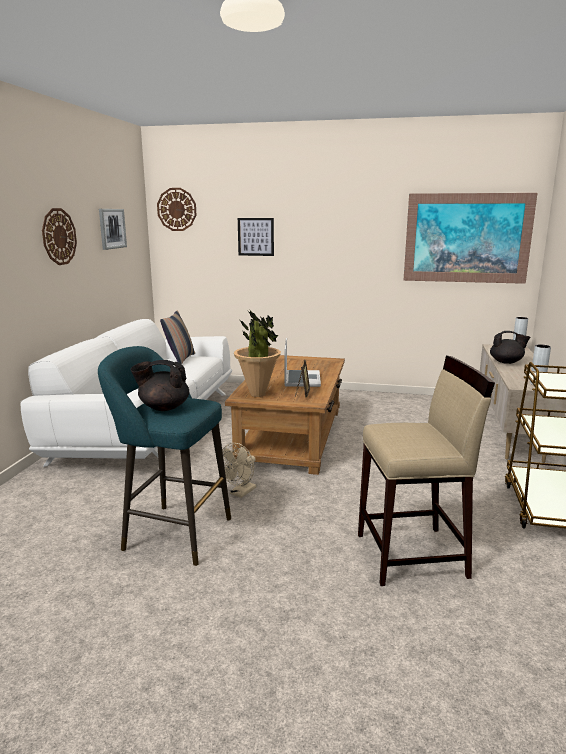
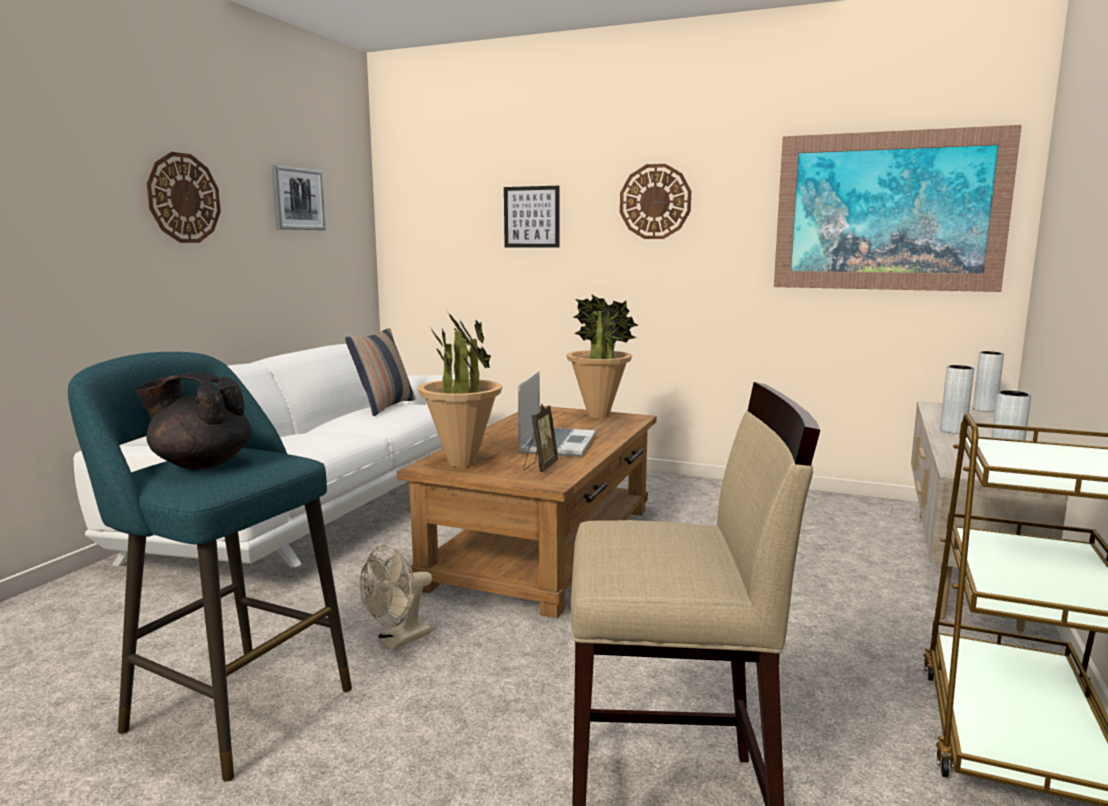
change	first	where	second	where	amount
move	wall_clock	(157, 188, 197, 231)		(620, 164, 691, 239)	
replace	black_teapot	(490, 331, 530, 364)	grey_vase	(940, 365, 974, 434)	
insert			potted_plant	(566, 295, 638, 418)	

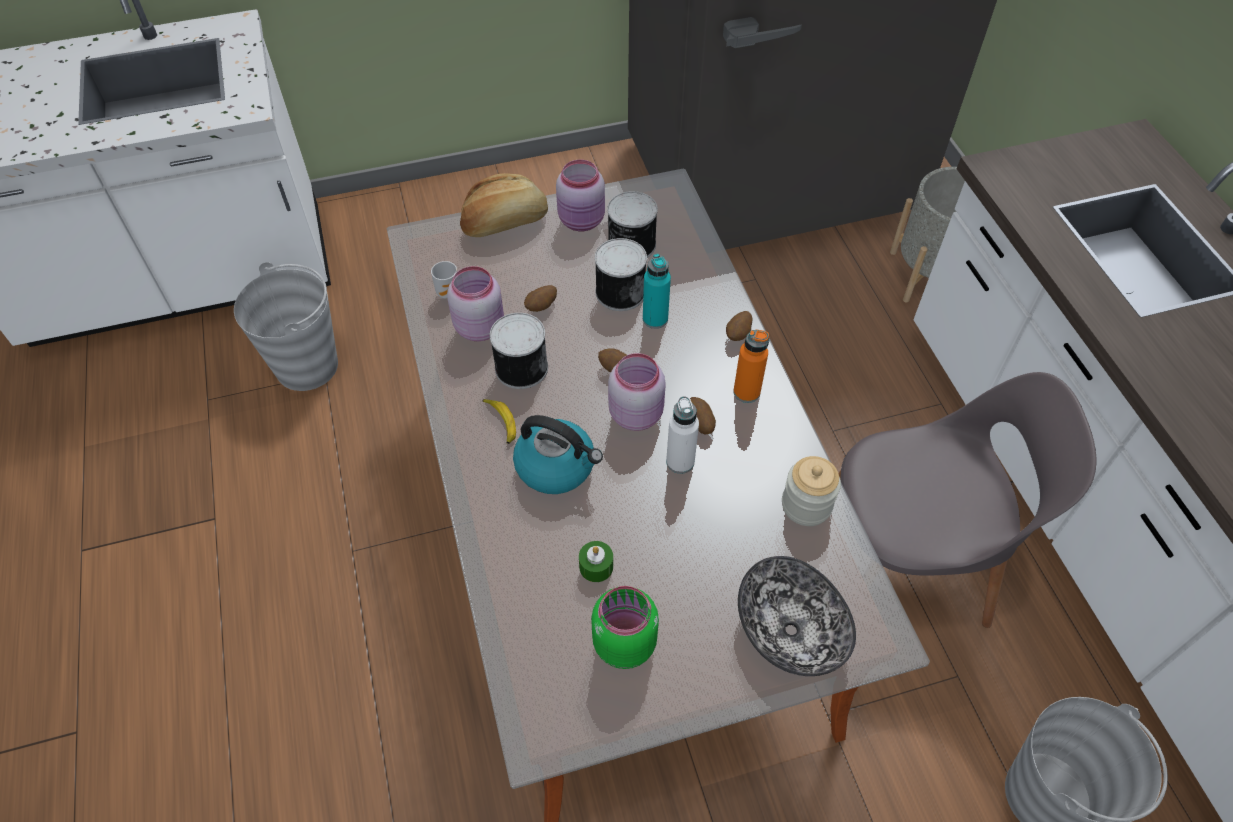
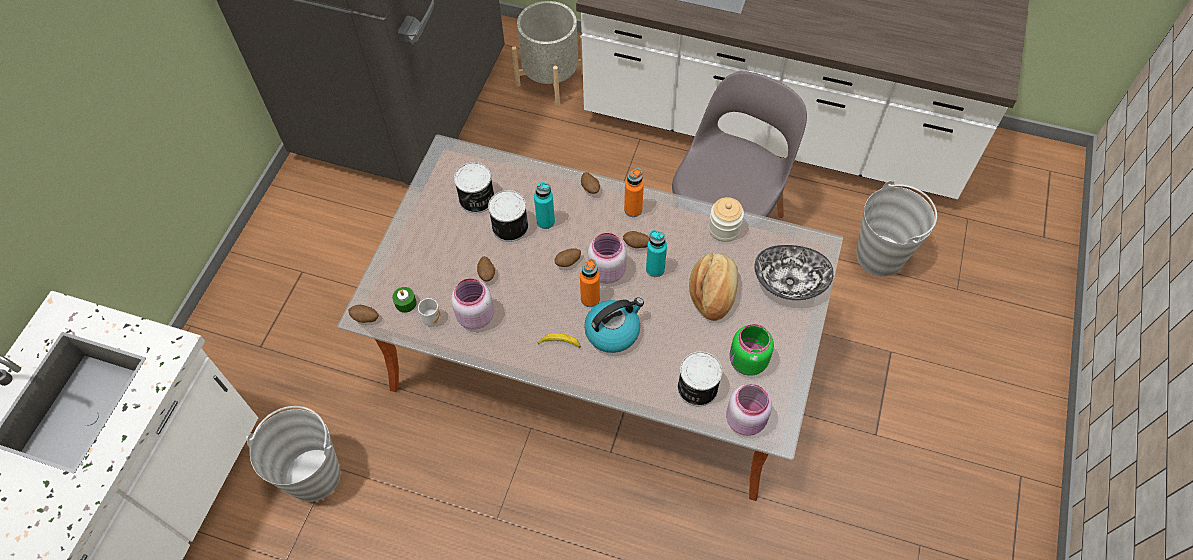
change	first	where	second	where	amount
move	pink_jar	(556, 160, 605, 231)		(726, 384, 772, 436)	
move	bread	(460, 173, 548, 237)		(689, 253, 738, 321)	
move	can	(490, 313, 548, 389)		(678, 352, 722, 407)	
recolor	white_bottle	(666, 396, 699, 474)	turquoise_bottle	(646, 230, 667, 277)	
move	green_candle	(579, 541, 613, 582)		(392, 287, 417, 313)	
insert			orange_bottle	(580, 259, 600, 307)	
insert			potato	(348, 305, 379, 323)	

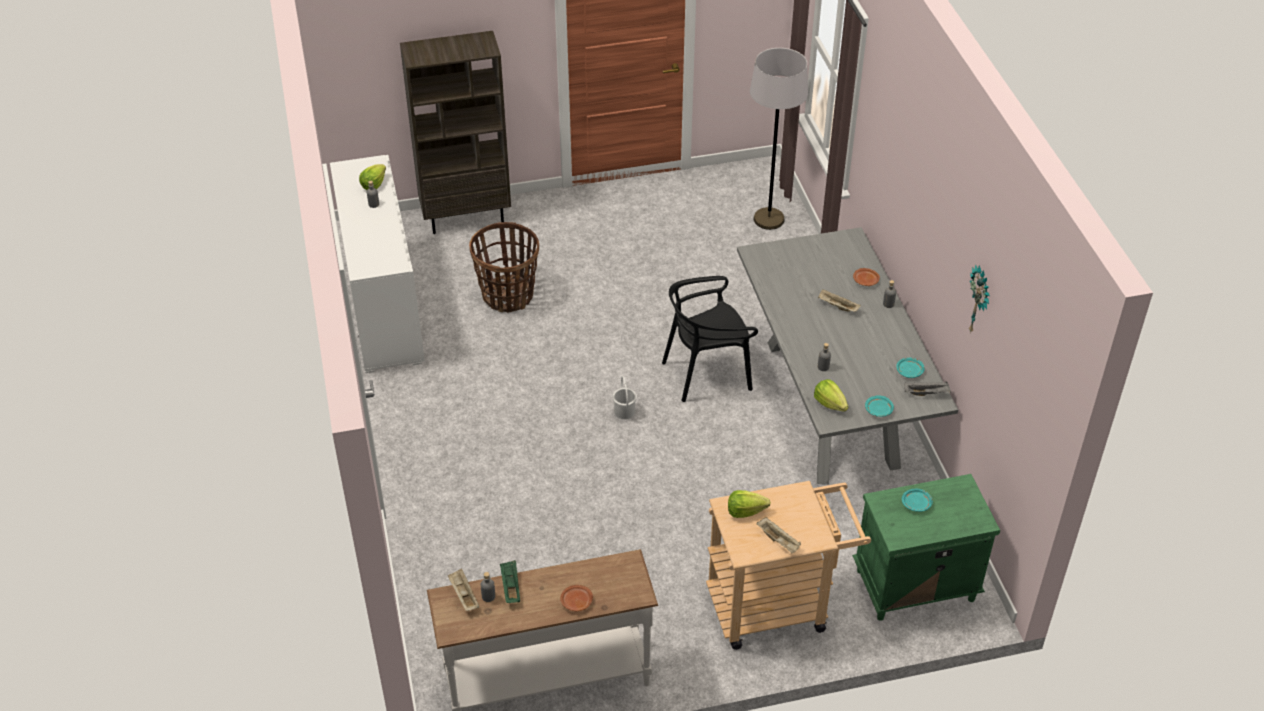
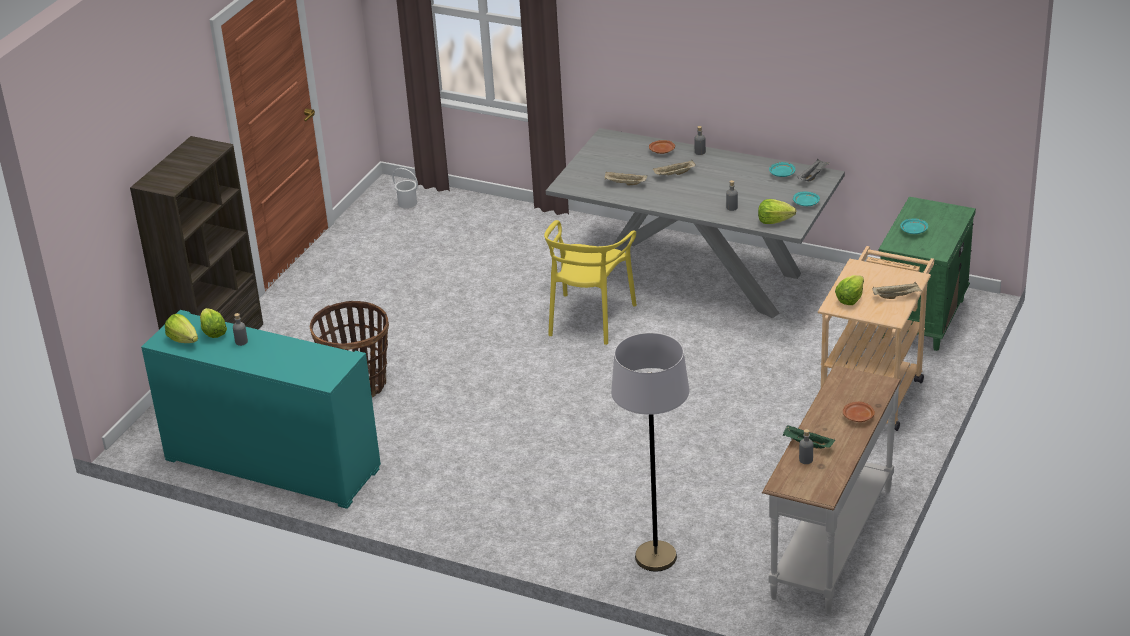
change	first	where	second	where	amount
move	grey_floor_lamp	(750, 48, 808, 230)		(611, 332, 689, 571)	
recolor	white_cabinet	(330, 155, 425, 373)	turquoise_cabinet	(141, 310, 381, 509)	
delete	wall_clock	(969, 264, 990, 333)			
recolor	black_chair	(662, 276, 758, 402)	yellow_chair	(544, 220, 637, 345)	
move	white_bucket	(612, 376, 637, 419)		(392, 168, 418, 208)	
move	beige_tray	(448, 569, 479, 611)		(605, 172, 647, 185)	
insert			lettuce	(165, 314, 198, 343)	

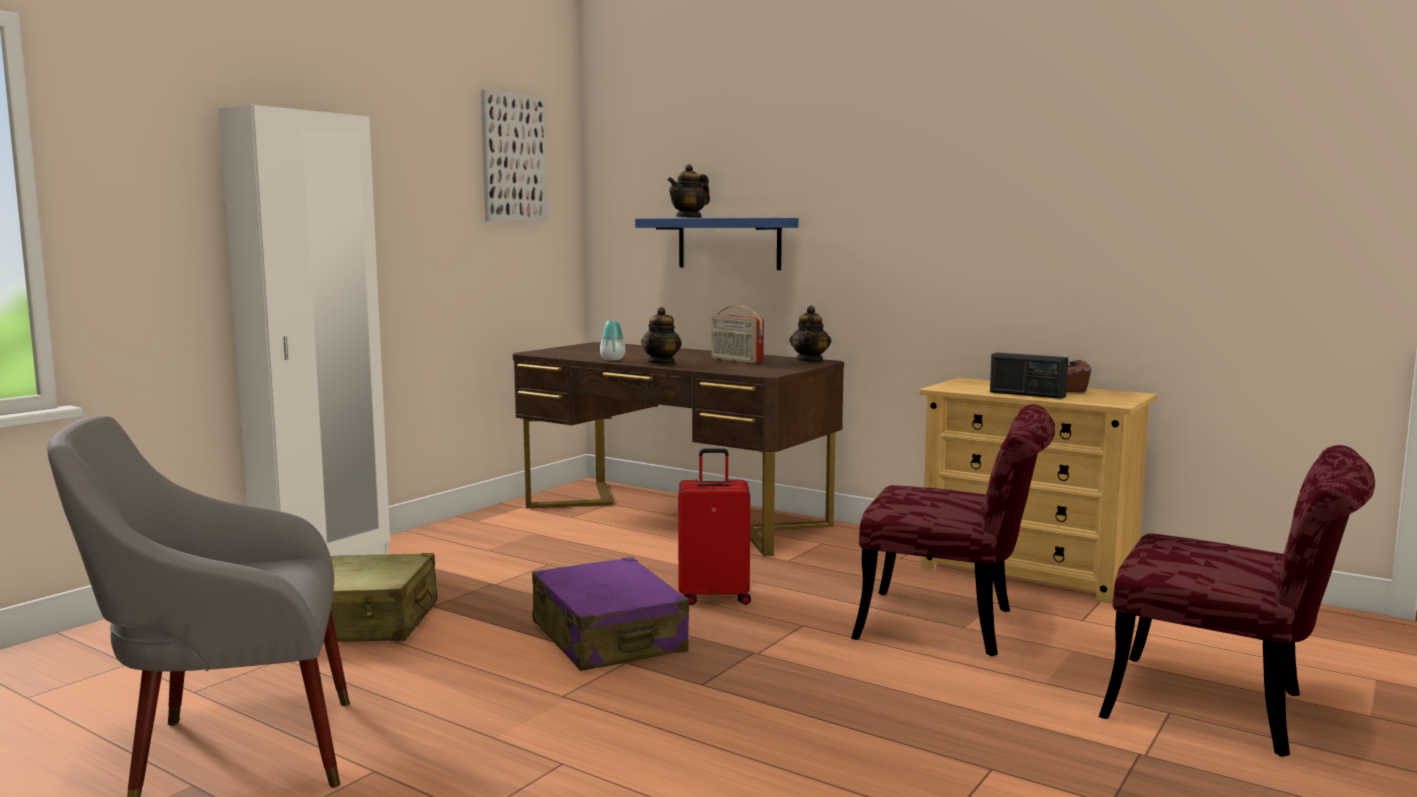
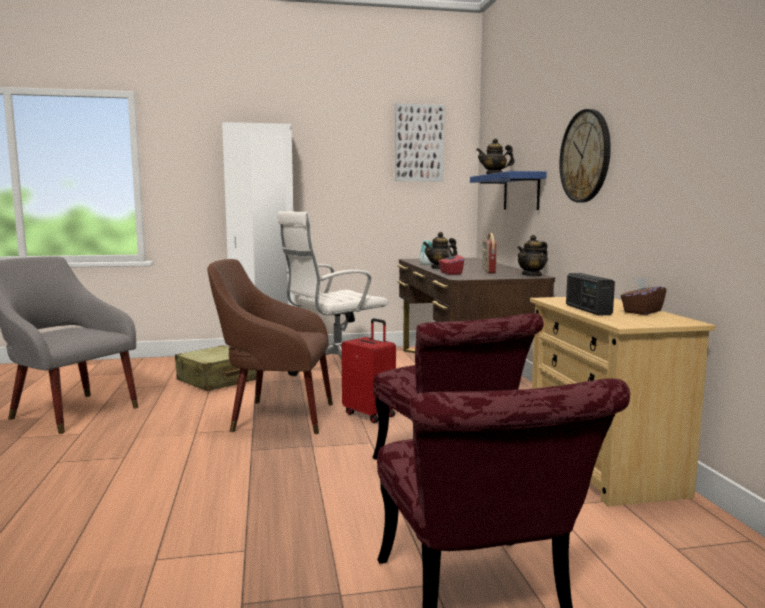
change	first	where	second	where	amount
replace	purple_suitcase	(532, 557, 689, 671)	brown_armchair	(207, 259, 333, 434)	
insert			wall_clock	(559, 109, 611, 203)	
insert			white_office_chair	(277, 211, 388, 376)	
insert			red_tissue_box	(438, 250, 464, 275)	

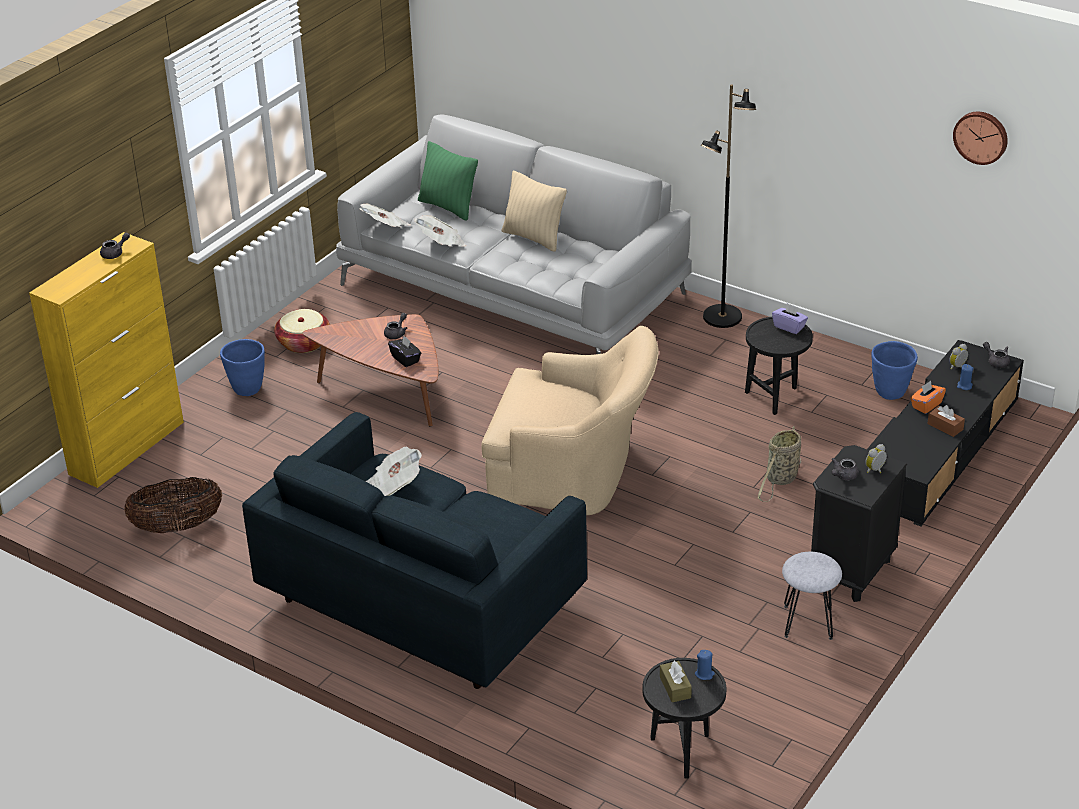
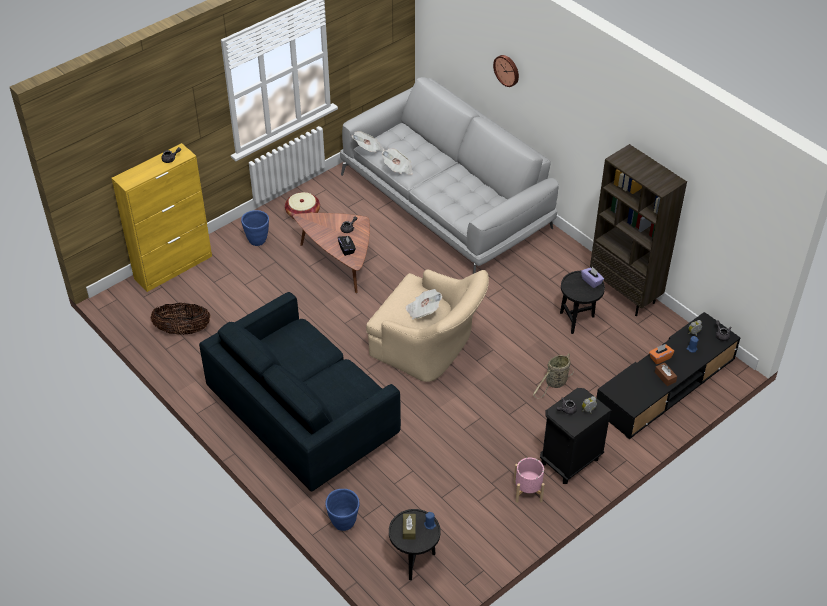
change	first	where	second	where	amount
delete	black_floor_lamp	(701, 84, 756, 328)			
move	wall_clock	(953, 112, 1008, 165)		(493, 55, 519, 87)	
delete	green_pillow	(418, 141, 478, 221)			
delete	beige_pillow	(502, 171, 567, 252)			
move	blue_planter	(871, 341, 918, 400)		(325, 489, 360, 531)	
move	newspaper	(366, 446, 422, 496)		(405, 289, 442, 319)	
replace	grey_stool	(782, 552, 842, 640)	pink_planter	(514, 458, 545, 503)	
insert			brown_bookcase	(590, 144, 687, 316)	

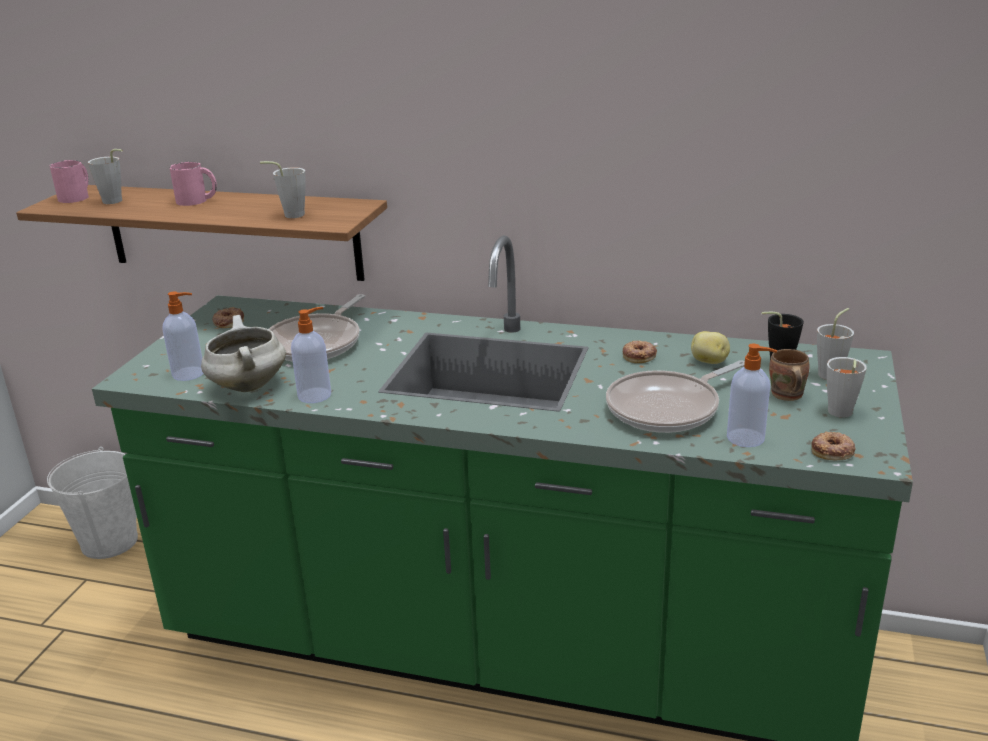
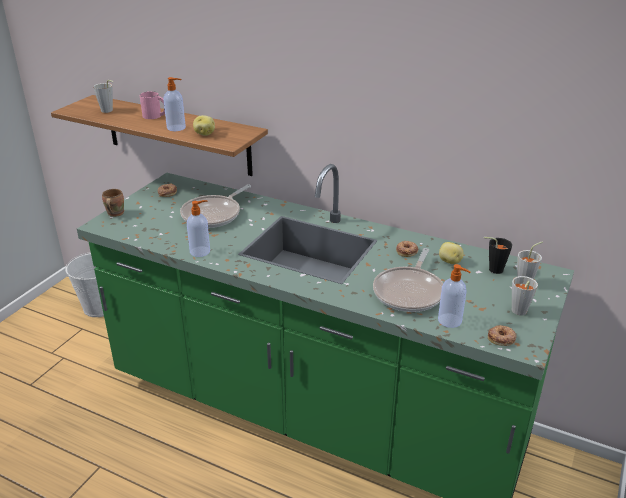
change	first	where	second	where	amount
delete	pink_mug	(50, 160, 89, 203)			
replace	grey_cup	(260, 161, 306, 218)	potato	(193, 115, 215, 136)	
move	soap_dispenser	(162, 291, 204, 381)		(163, 77, 186, 131)	
delete	white_cooking_pot	(201, 315, 286, 392)			
move	brown_mug	(769, 349, 809, 401)		(102, 189, 124, 217)	
rotate	frying_pan	(606, 360, 745, 433)		(373, 248, 443, 312)	45 degrees counterclockwise

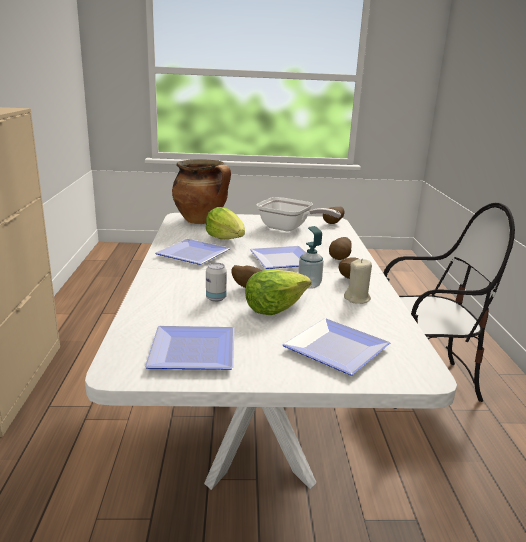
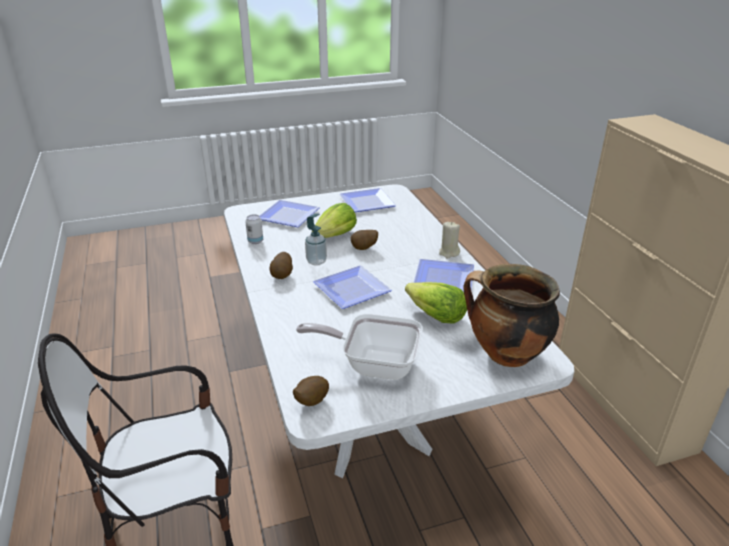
change	first	where	second	where	amount
delete	potato	(329, 237, 352, 260)			
move	beige_candle	(344, 259, 372, 304)		(439, 222, 460, 259)	
move	can	(206, 263, 227, 302)		(245, 214, 263, 244)	

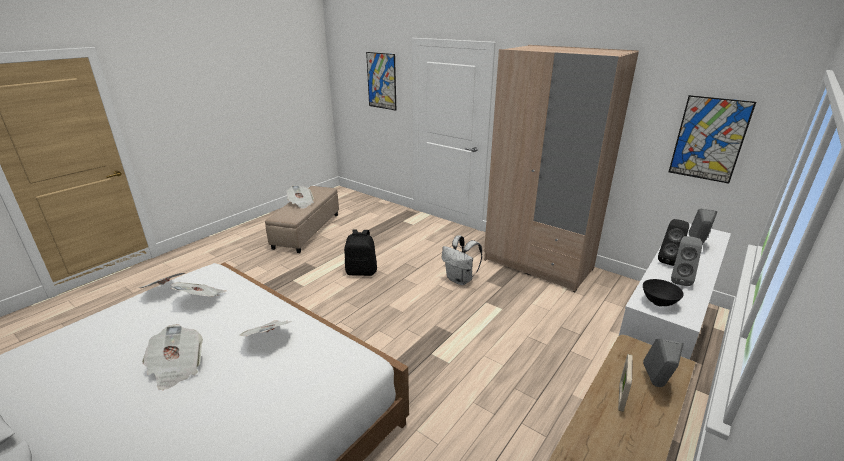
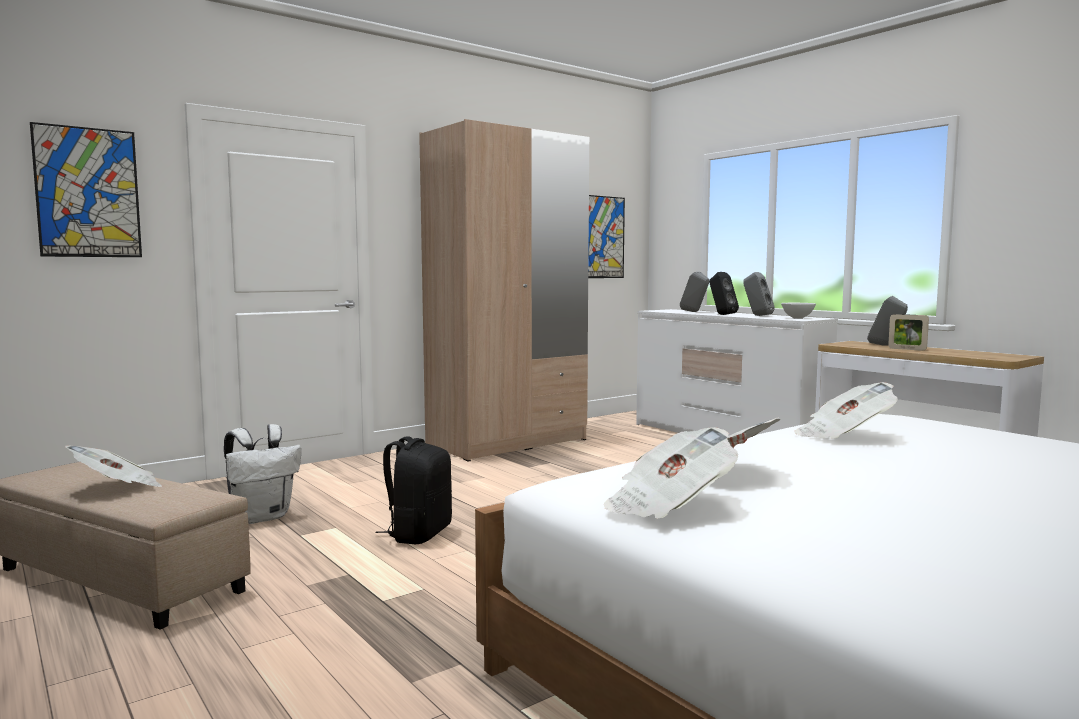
change	first	where	second	where	amount
move	white_backpack	(442, 235, 482, 285)		(224, 424, 301, 524)	
recolor	black_bowl	(643, 279, 684, 307)	white_bowl	(781, 303, 816, 319)	
delete	newspaper	(142, 324, 203, 390)			

